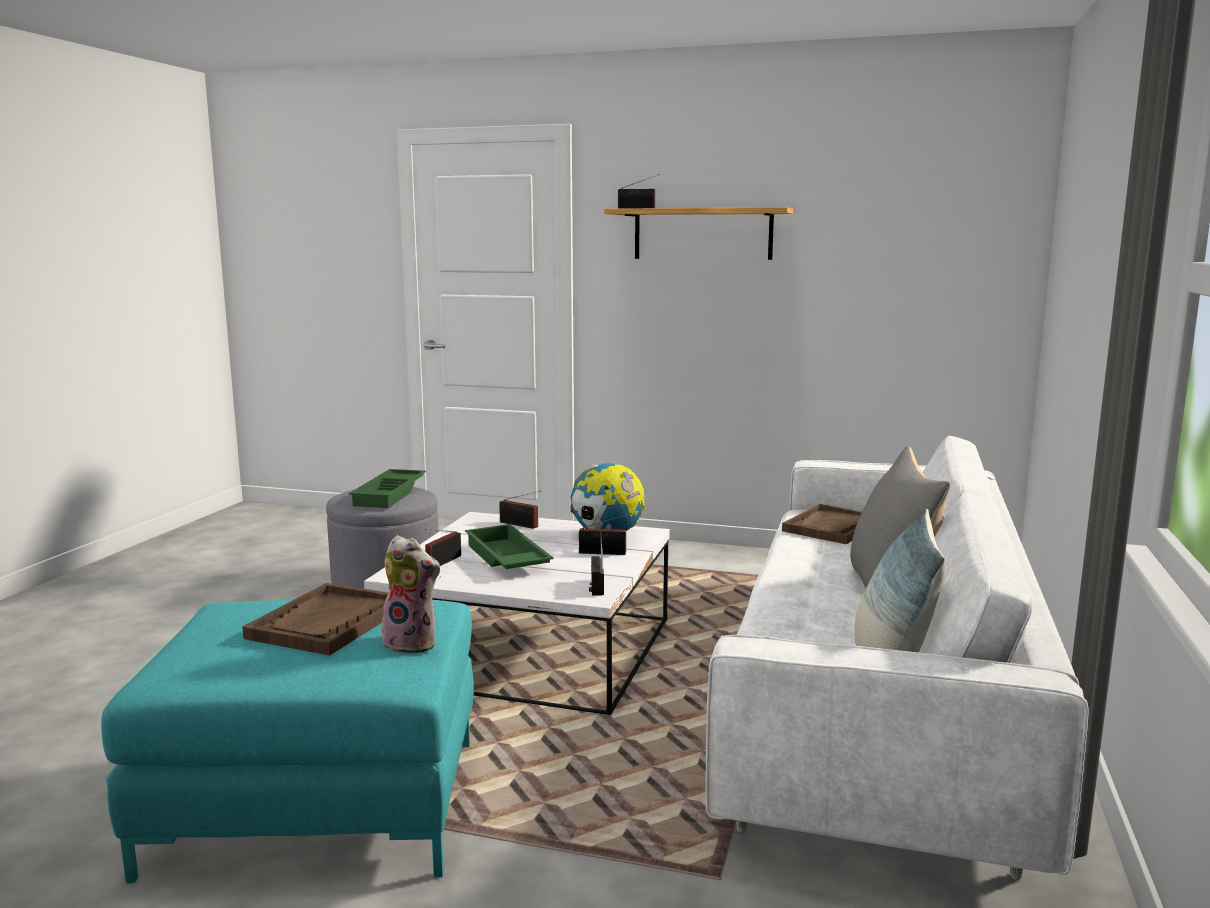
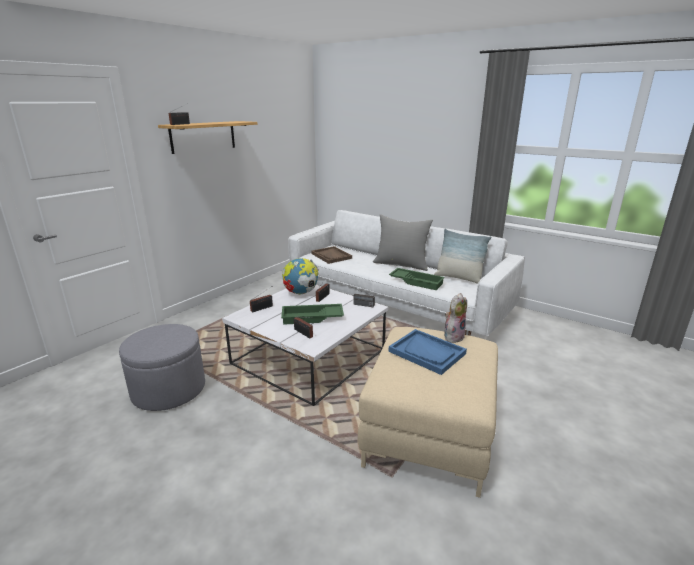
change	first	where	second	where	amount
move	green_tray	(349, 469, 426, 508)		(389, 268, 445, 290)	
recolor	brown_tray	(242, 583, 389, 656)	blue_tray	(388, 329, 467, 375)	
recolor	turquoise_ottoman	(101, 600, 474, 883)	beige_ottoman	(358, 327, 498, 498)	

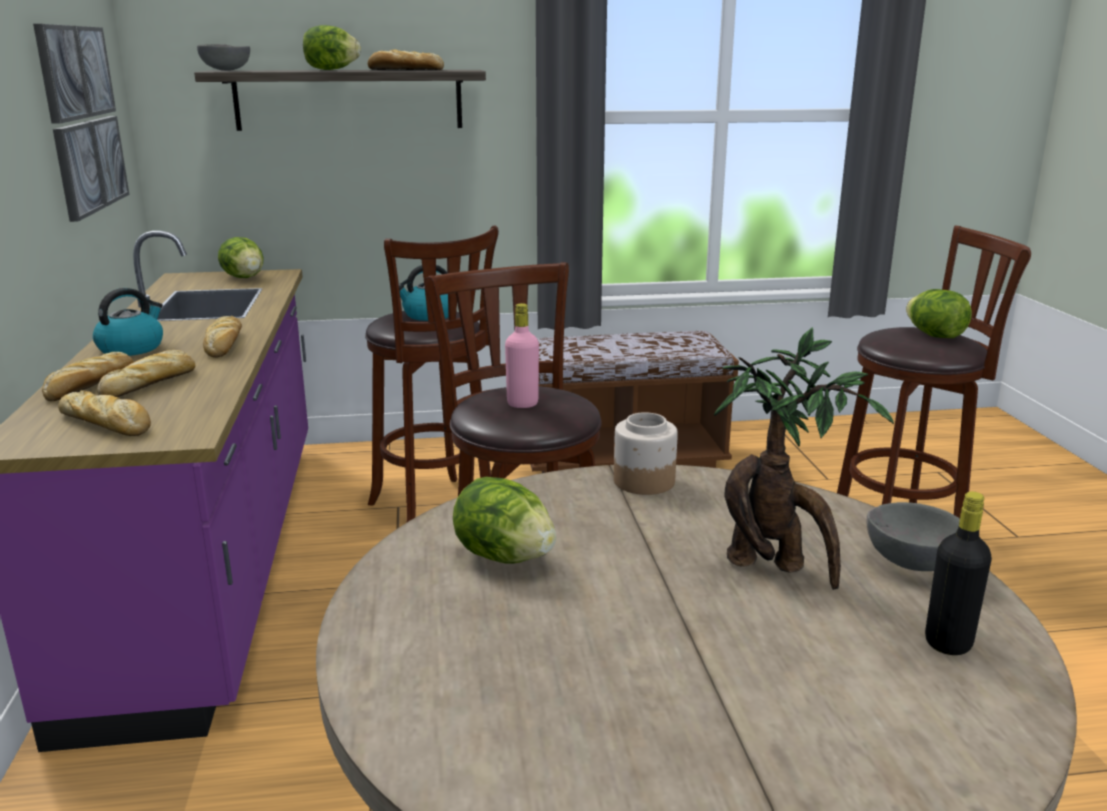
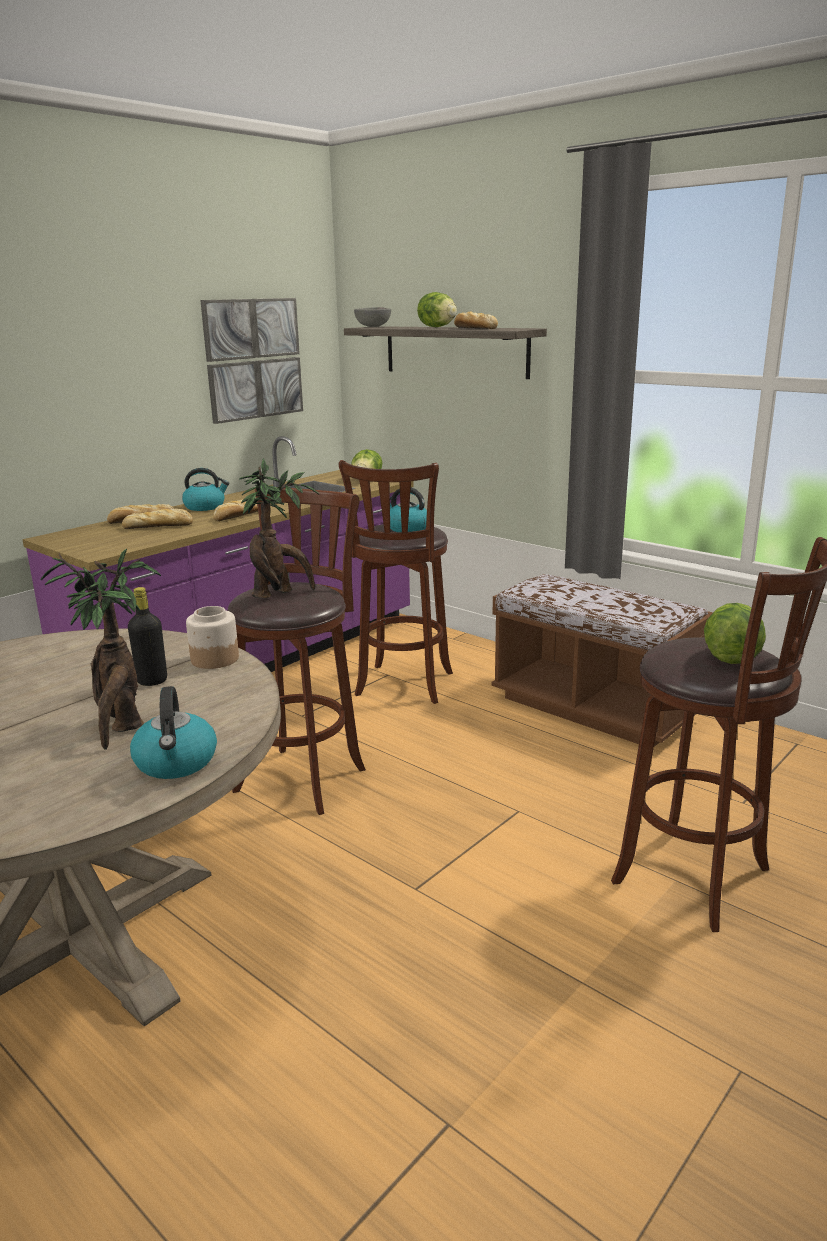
change	first	where	second	where	amount
replace	pink_bottle	(505, 303, 539, 408)	potted_plant	(239, 458, 319, 598)	
delete	bread	(58, 390, 151, 436)			
delete	lettuce	(453, 477, 556, 564)			
move	black_bottle	(925, 492, 992, 655)		(128, 587, 167, 686)	
replace	grey_bowl	(867, 502, 960, 571)	kettle	(130, 686, 217, 779)	

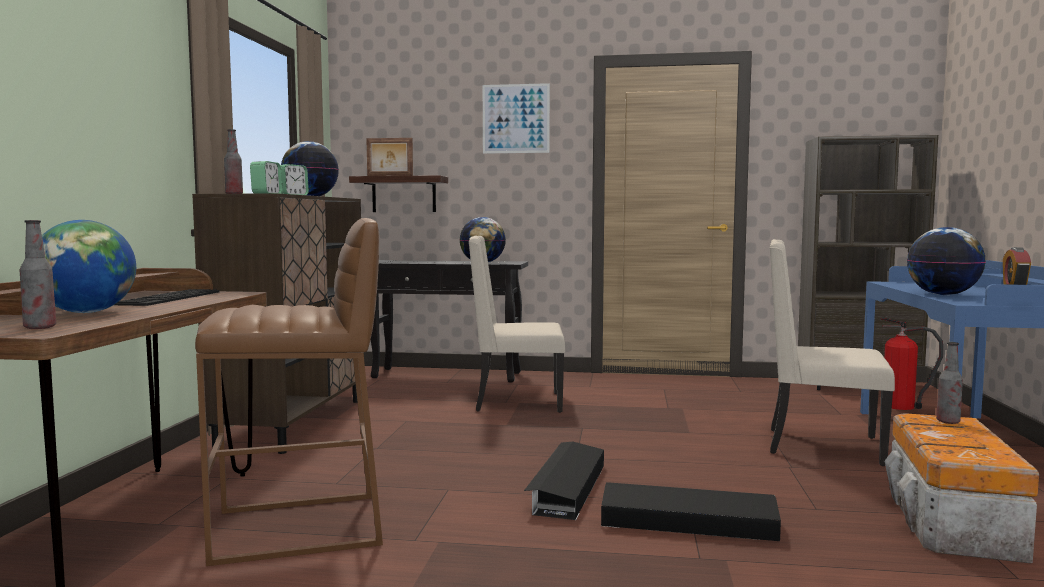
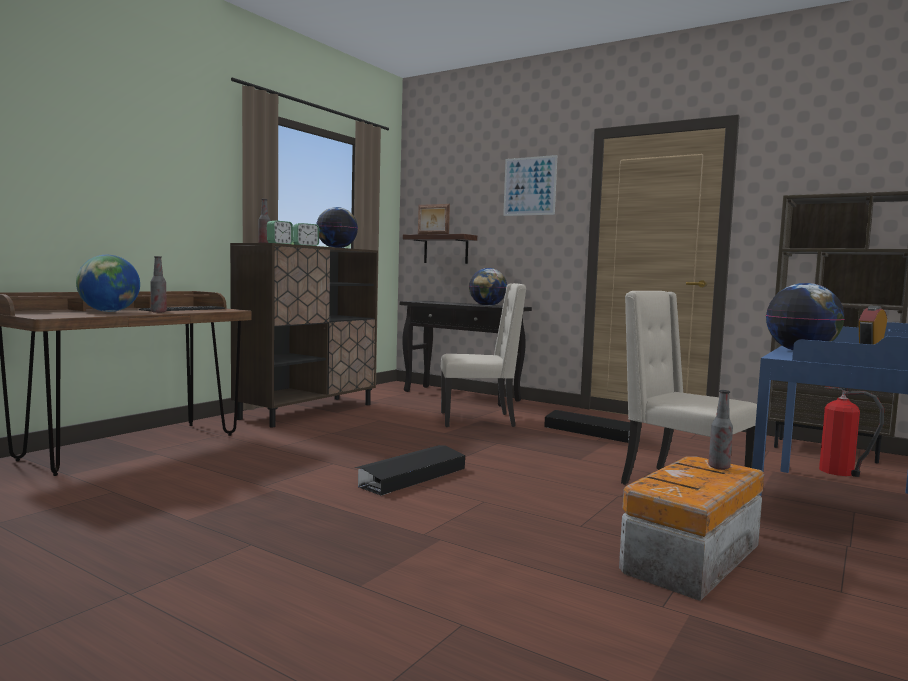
change	first	where	second	where	amount
delete	brown_stool	(195, 218, 383, 566)			
move	bottle	(20, 220, 56, 329)		(151, 256, 167, 313)	
rotate	beige_chair	(468, 235, 565, 413)		(441, 283, 526, 427)	150 degrees clockwise
move	black_storage_box	(601, 482, 781, 541)		(544, 410, 630, 443)	

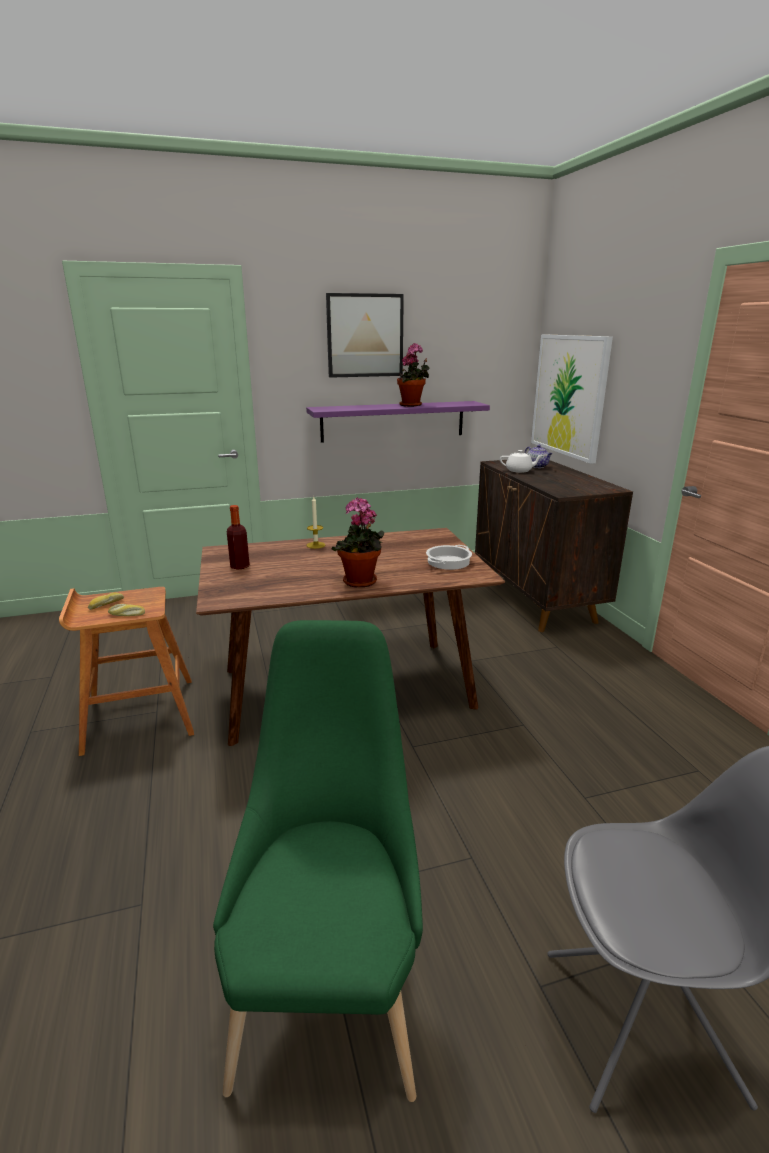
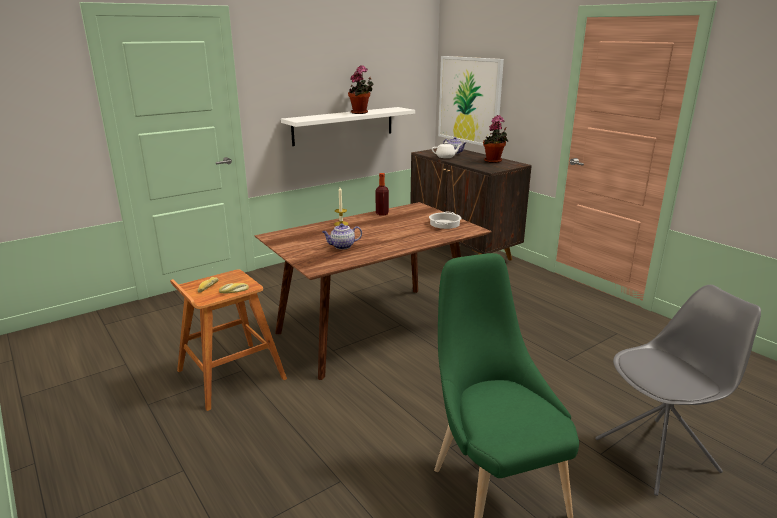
change	first	where	second	where	amount
delete	picture	(326, 293, 404, 378)			
recolor	purple_shelf	(306, 401, 490, 443)	white_shelf	(281, 107, 415, 146)	
move	potted_plant	(332, 497, 384, 588)		(483, 115, 508, 163)	
move	bottle	(227, 505, 250, 570)		(376, 173, 389, 216)	
insert			teapot	(322, 223, 362, 249)	

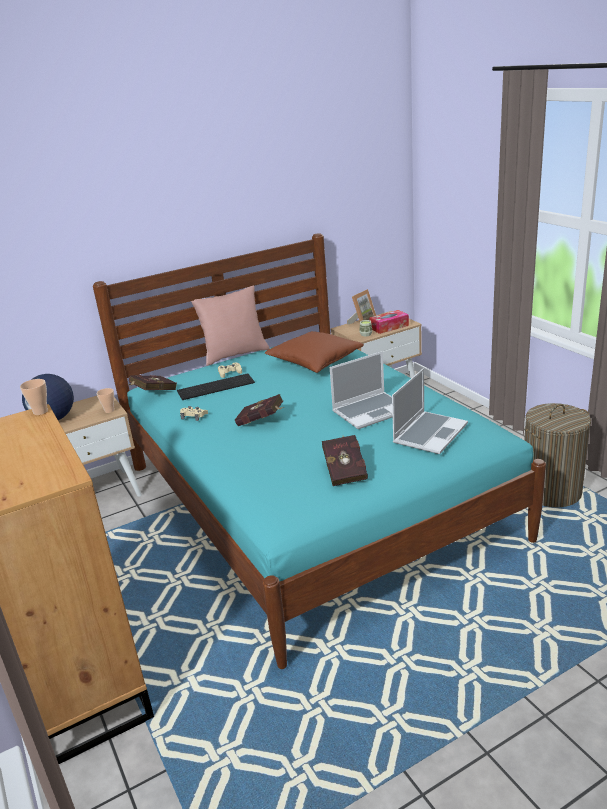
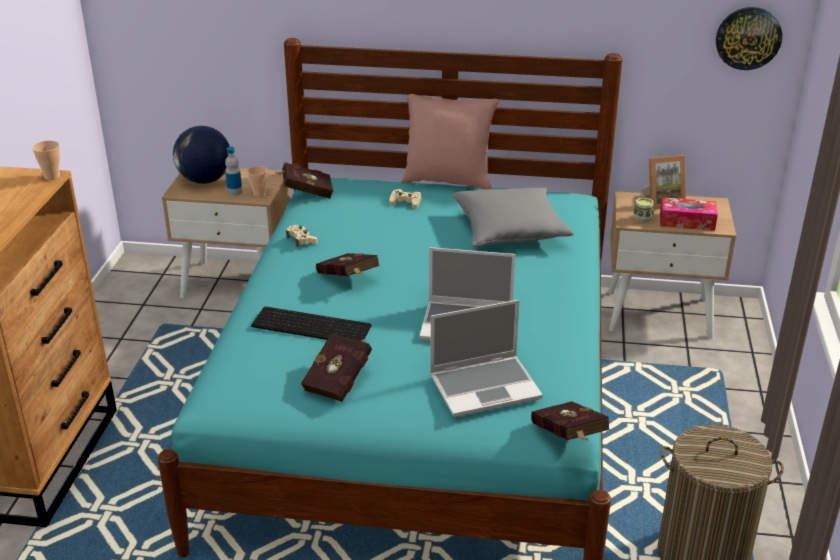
change	first	where	second	where	amount
recolor	brown_pillow	(265, 331, 364, 373)	grey_pillow	(452, 187, 574, 247)	
move	keyboard	(177, 373, 255, 400)		(251, 306, 372, 341)	
insert			wall_clock	(716, 7, 782, 70)	
insert			bottle	(225, 147, 242, 196)	
insert			red_book	(531, 401, 610, 440)	

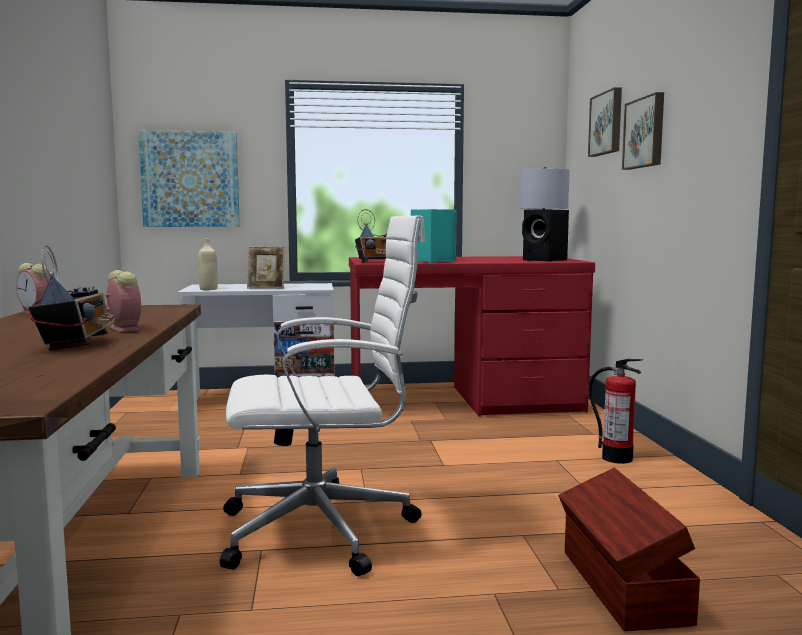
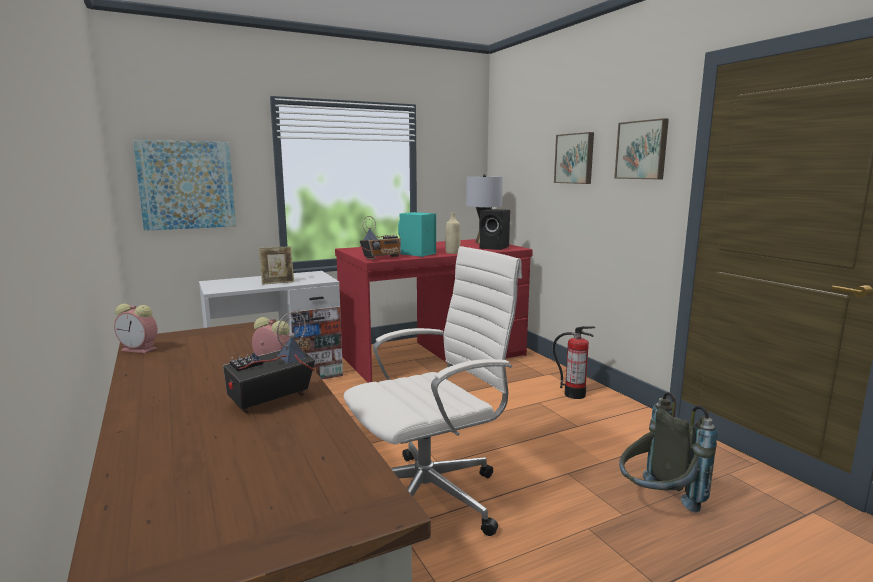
change	first	where	second	where	amount
move	picture	(588, 87, 622, 157)		(614, 118, 669, 179)	
move	beige_bottle	(198, 239, 218, 290)		(445, 213, 460, 254)	
rotate	radio	(28, 245, 115, 350)		(223, 311, 315, 413)	105 degrees counterclockwise
replace	brown_storage_box	(558, 468, 700, 631)	grey_backpack	(619, 392, 717, 512)	

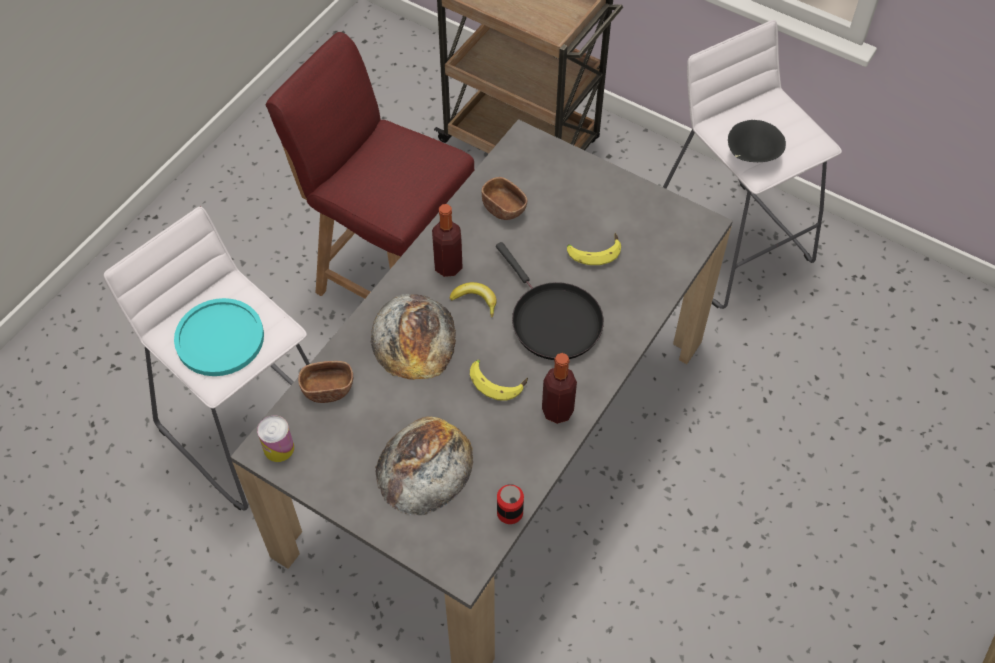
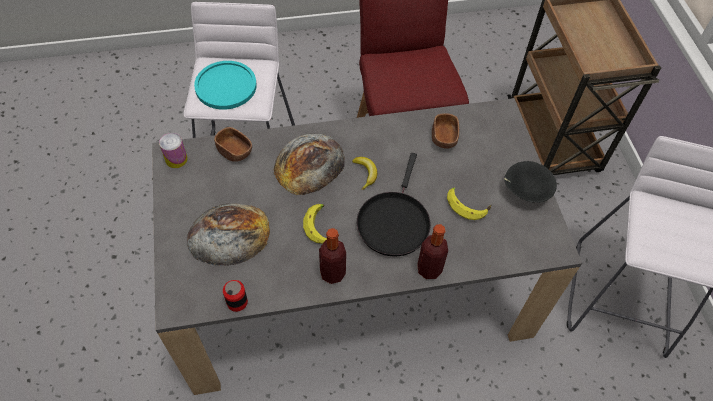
change	first	where	second	where	amount
move	black_bowl	(728, 120, 786, 162)		(504, 161, 557, 203)	
move	bottle	(432, 204, 463, 277)		(417, 224, 448, 279)	

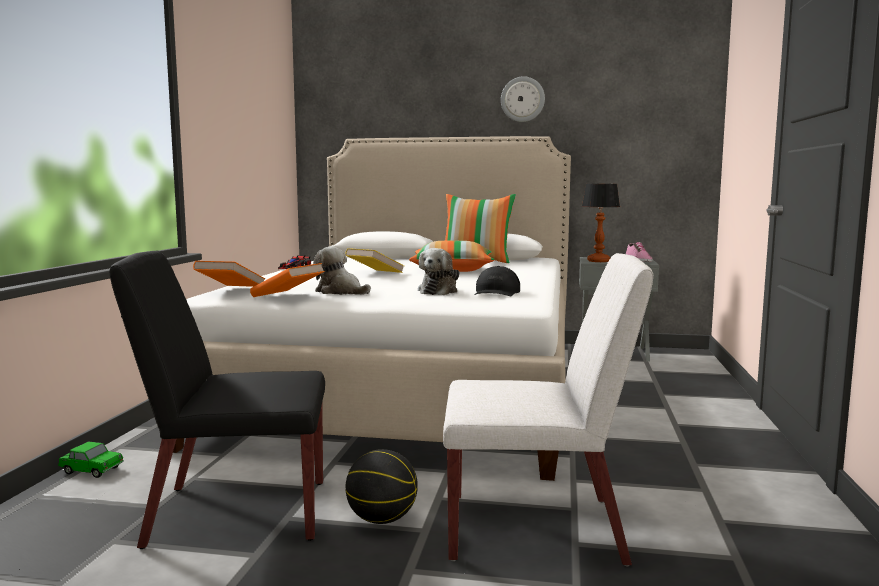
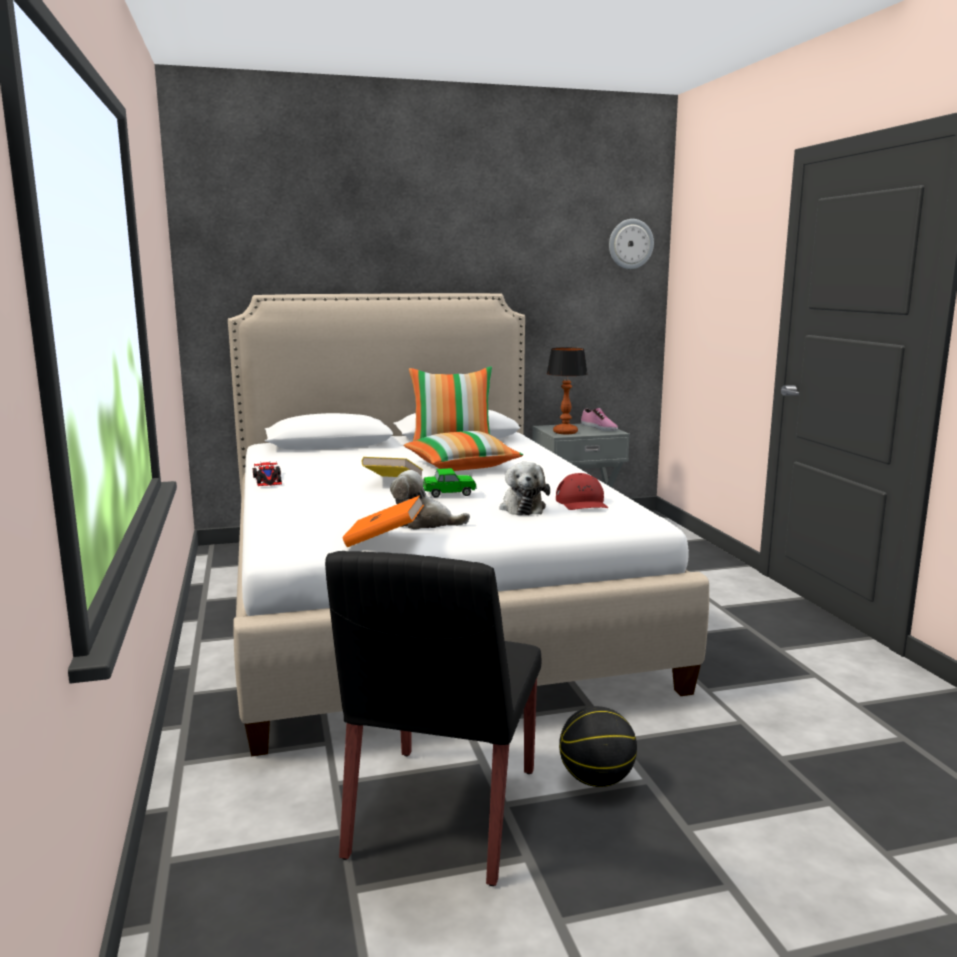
change	first	where	second	where	amount
move	wall_clock	(501, 76, 545, 122)		(609, 219, 654, 269)	
rotate	black_chair	(110, 251, 325, 549)		(325, 551, 541, 886)	45 degrees counterclockwise
delete	white_chair	(443, 253, 653, 567)			
delete	orange_book	(193, 261, 265, 287)			
recolor	black_cap	(474, 266, 520, 296)	red_cap	(556, 473, 608, 510)	
move	toy_car	(58, 441, 124, 478)		(423, 468, 477, 498)	

